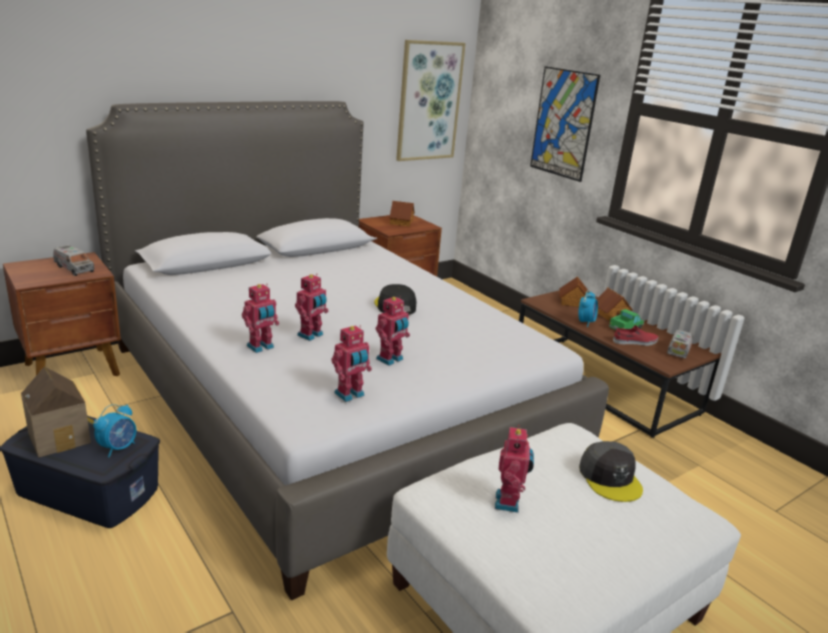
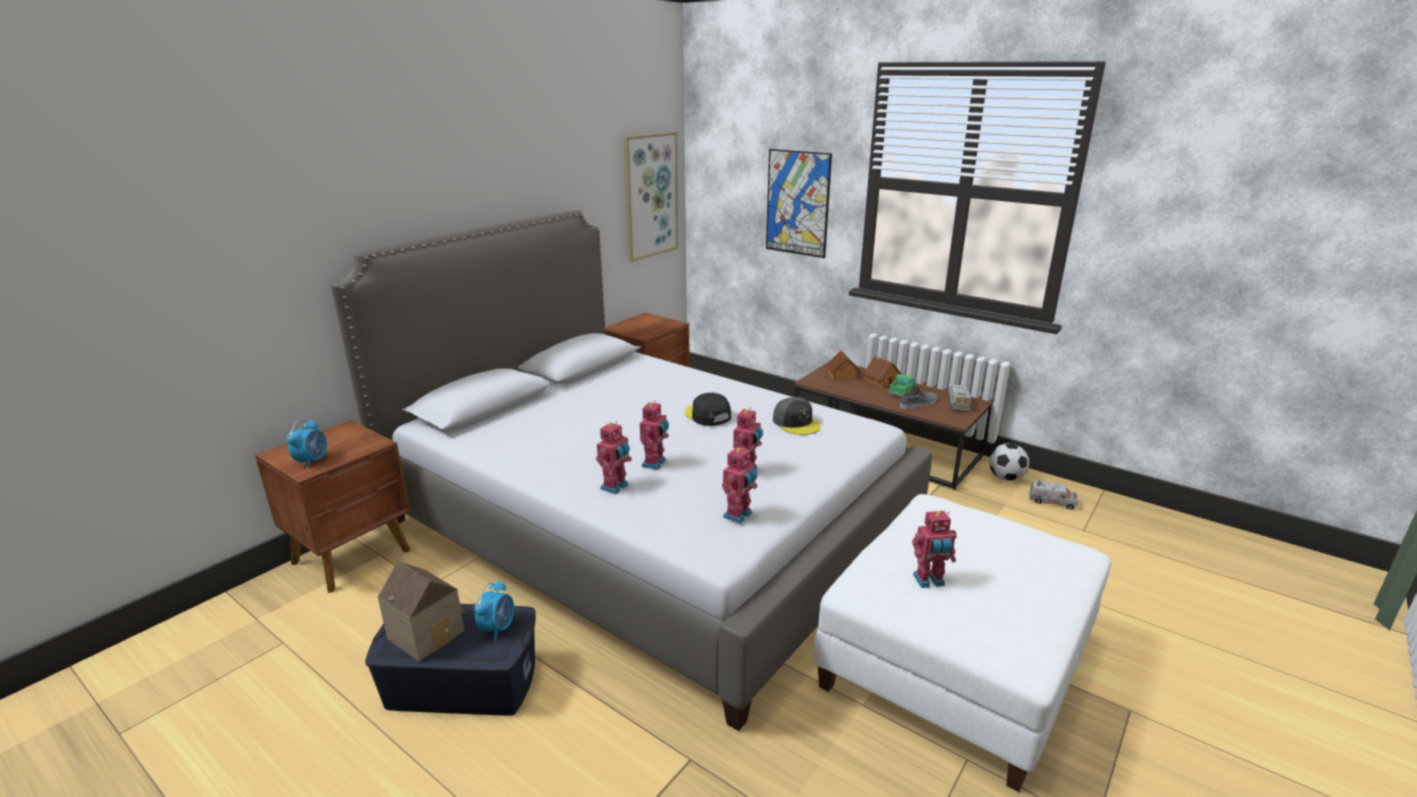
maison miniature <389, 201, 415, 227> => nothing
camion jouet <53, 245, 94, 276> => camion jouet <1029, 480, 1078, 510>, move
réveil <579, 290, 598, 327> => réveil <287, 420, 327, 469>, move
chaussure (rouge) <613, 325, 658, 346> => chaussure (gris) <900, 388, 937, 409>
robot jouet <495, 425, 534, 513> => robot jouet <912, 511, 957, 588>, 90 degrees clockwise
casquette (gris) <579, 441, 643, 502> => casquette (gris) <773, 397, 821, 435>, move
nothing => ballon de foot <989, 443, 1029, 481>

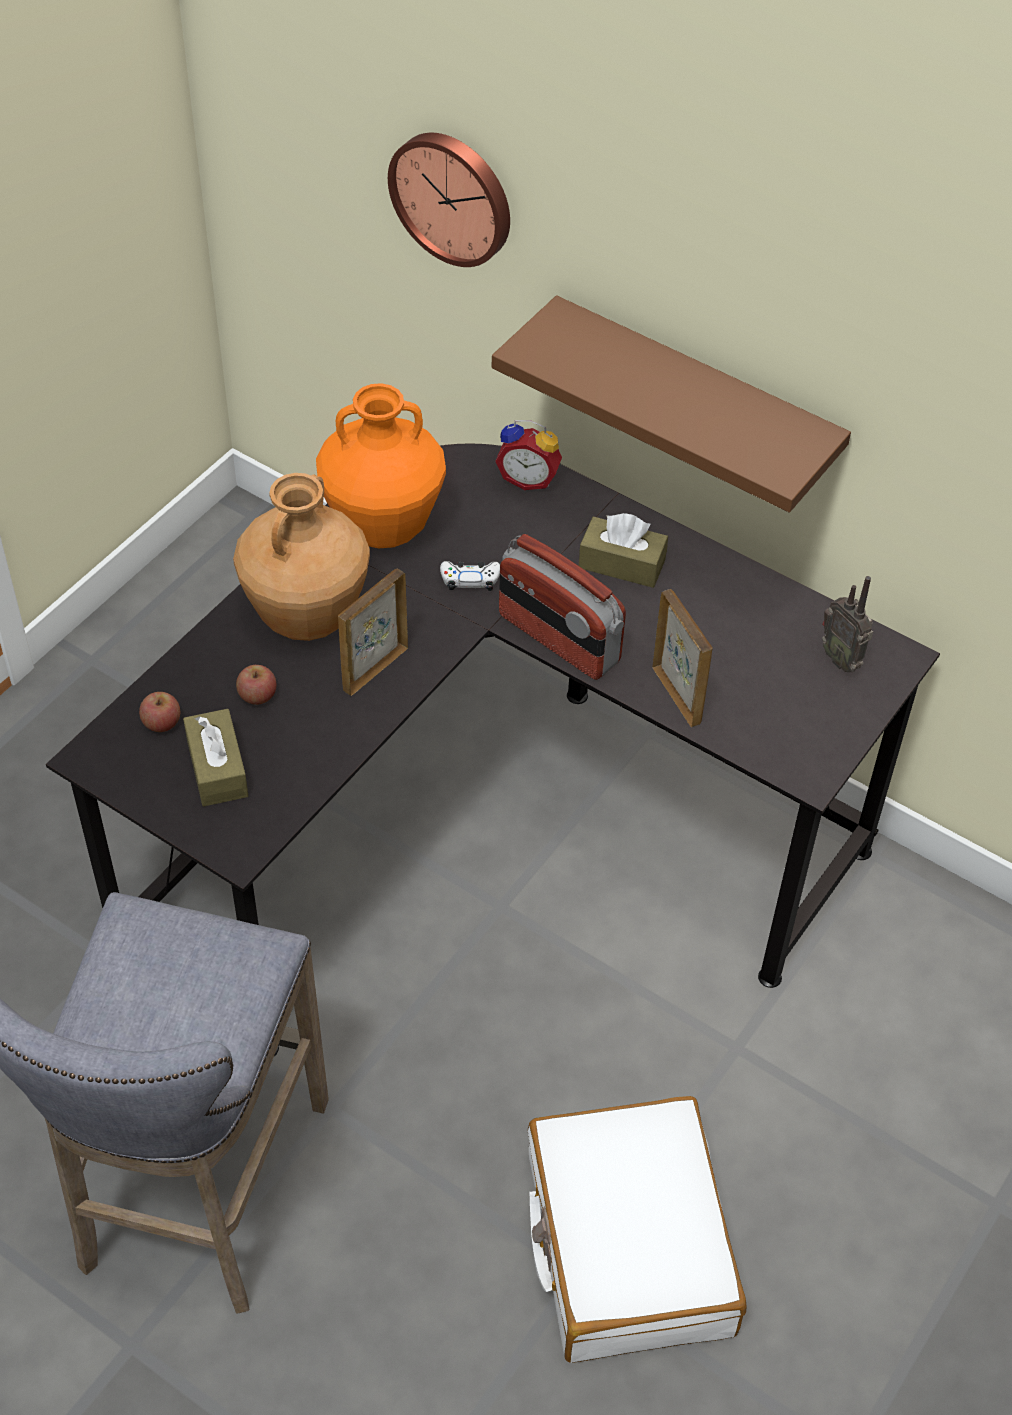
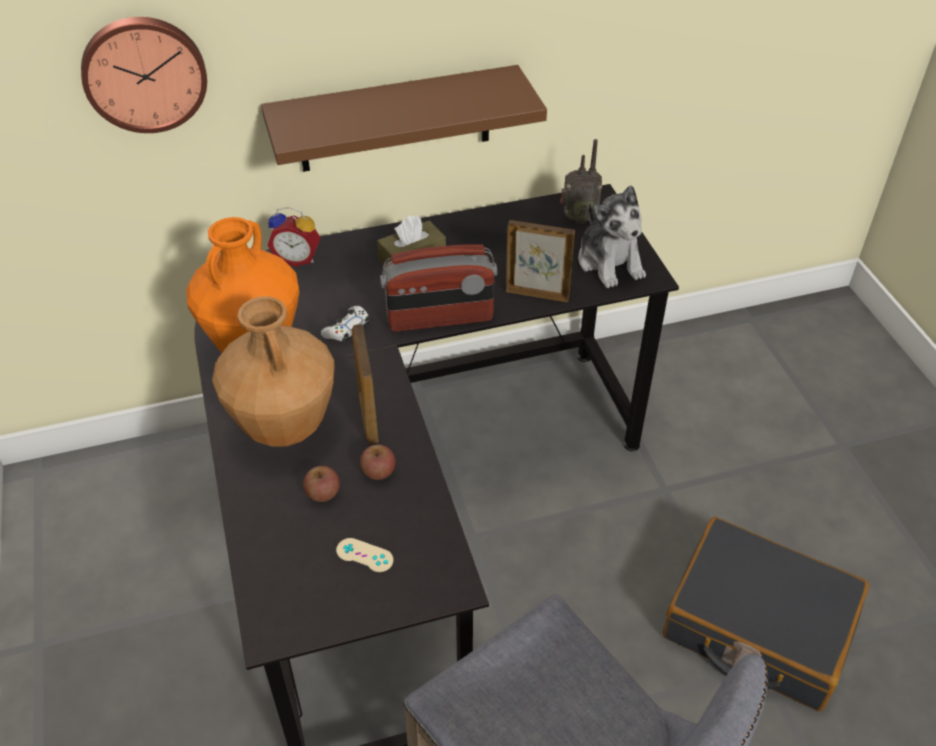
réveil <495, 420, 562, 490> => réveil <267, 207, 321, 267>, 45 degrees clockwise
pomme <139, 692, 180, 732> => pomme <360, 444, 395, 480>, move
boîte à mouchoirs (marron) <183, 709, 248, 807> => manette (beige) <336, 538, 393, 572>
valise (blanc) <528, 1096, 747, 1363> => valise (noir) <663, 517, 869, 711>
nothing => peluche <578, 185, 646, 288>

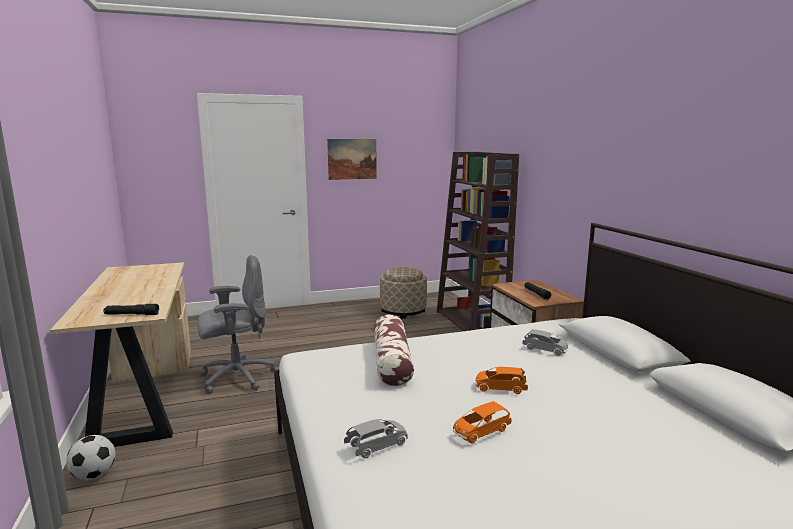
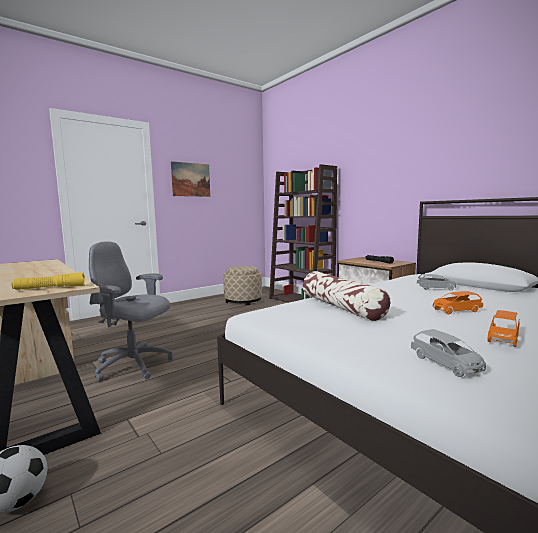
chaise de bureau (gris) <198, 255, 275, 394> => chaise de bureau (gris) <89, 241, 173, 382>, 120 degrees counterclockwise
lampe de poche (noir) <103, 304, 159, 315> => lampe de poche (jaune) <11, 272, 85, 290>
petite voiture (gris) <344, 419, 408, 458> => petite voiture (gris) <411, 329, 486, 377>, 120 degrees clockwise

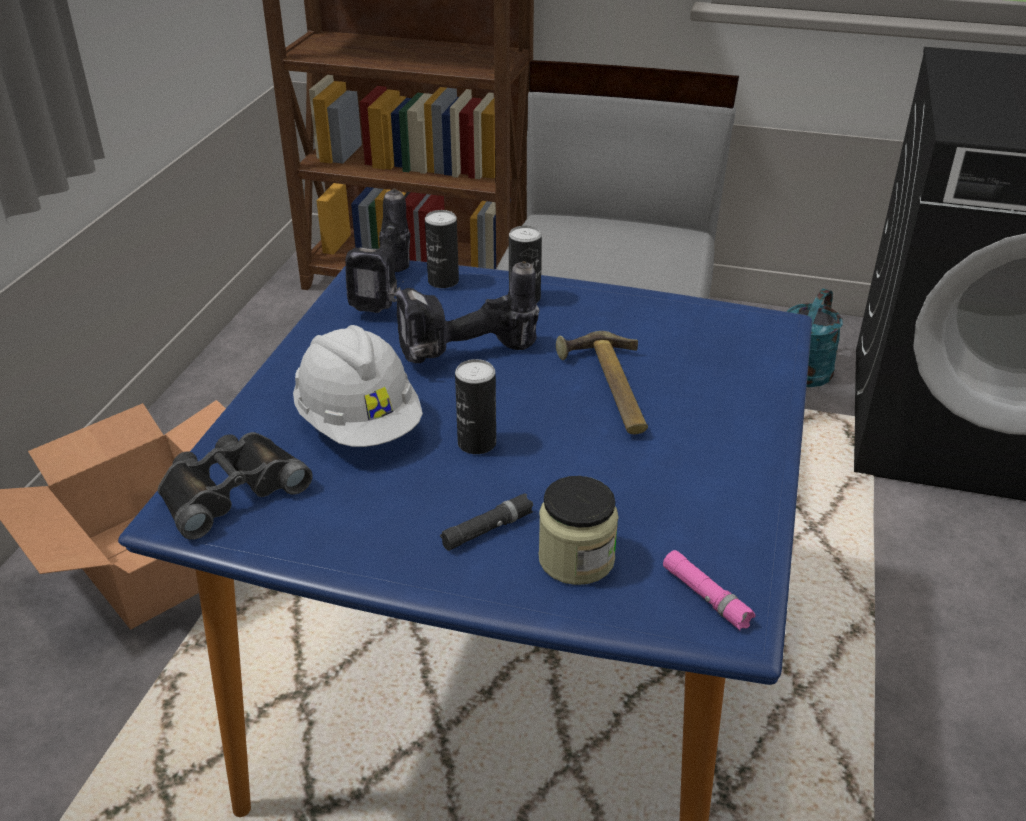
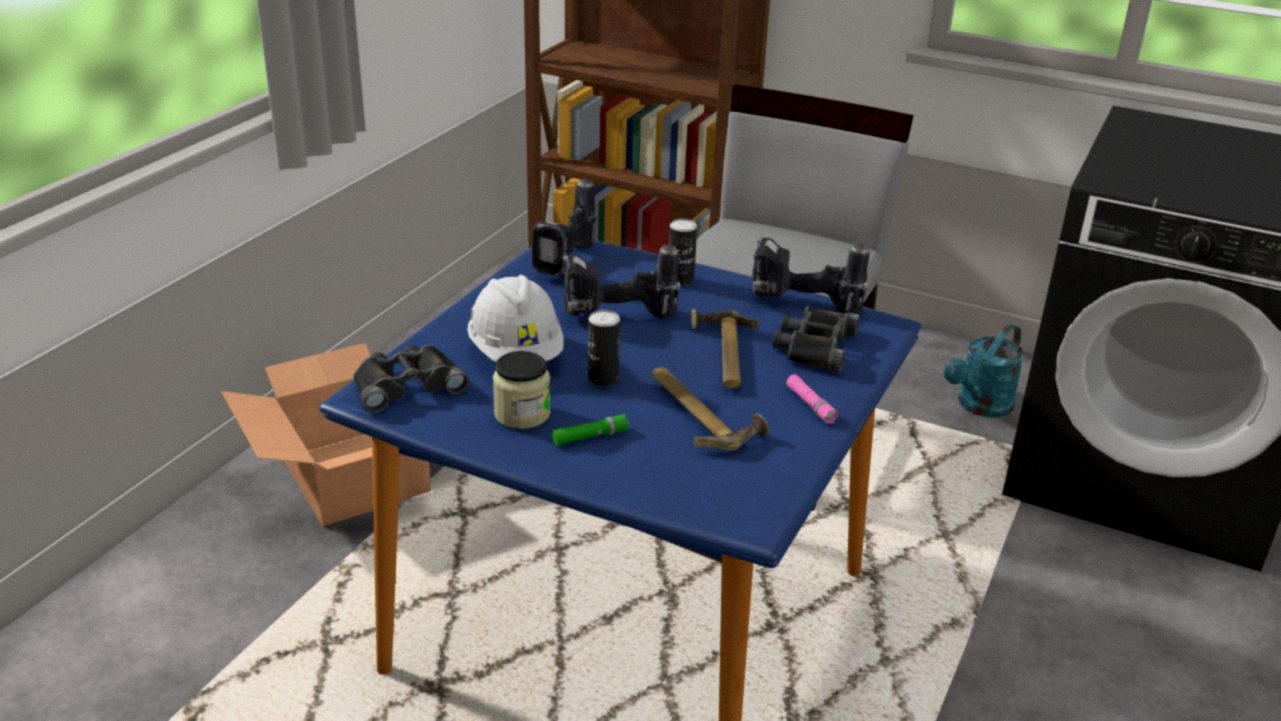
boîte métallique <425, 210, 459, 288> => nothing
bocal <538, 476, 619, 585> => bocal <493, 351, 550, 429>, move
lampe de poche (noir) <440, 494, 533, 551> => lampe de poche (vert) <552, 414, 629, 446>
lampe de poche (rose) <663, 550, 756, 631> => lampe de poche (rose) <786, 374, 839, 424>, move
nothing => perceuse <751, 237, 869, 314>
nothing => jumelles (noir) <773, 306, 860, 373>
nothing => marteau <652, 367, 769, 451>

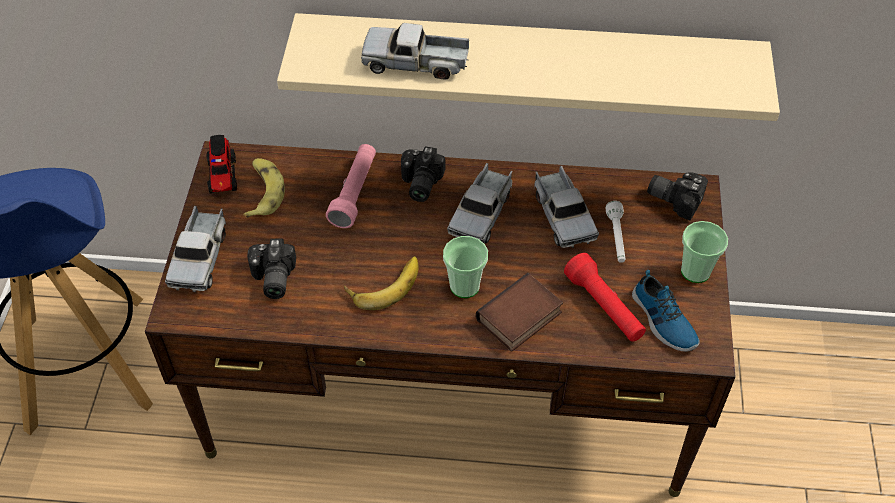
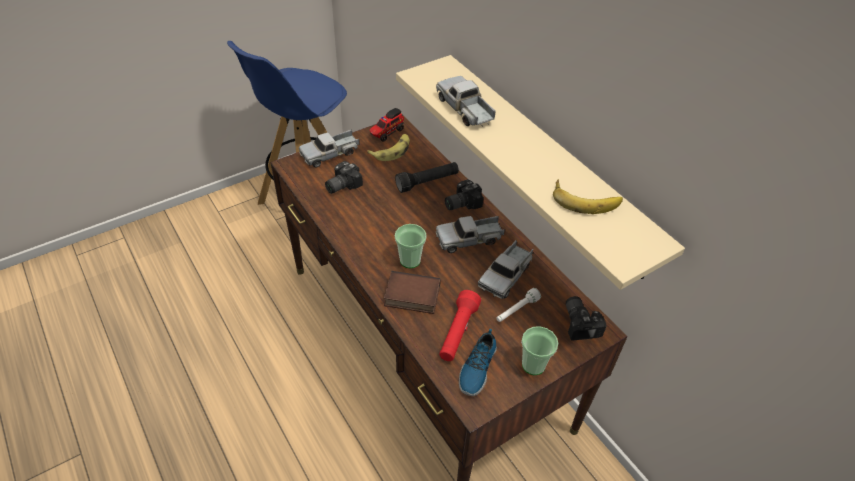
lampe de poche (rose) <326, 144, 376, 228> => lampe de poche (noir) <395, 162, 459, 193>
banane <344, 256, 419, 310> => banane <553, 179, 623, 214>, move

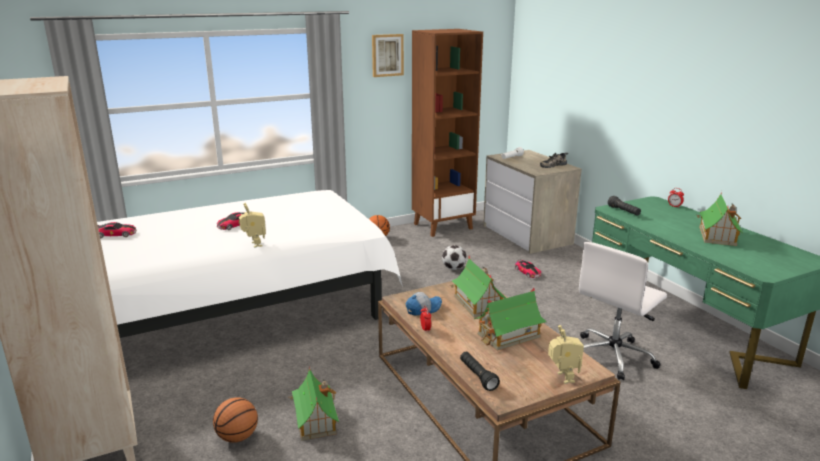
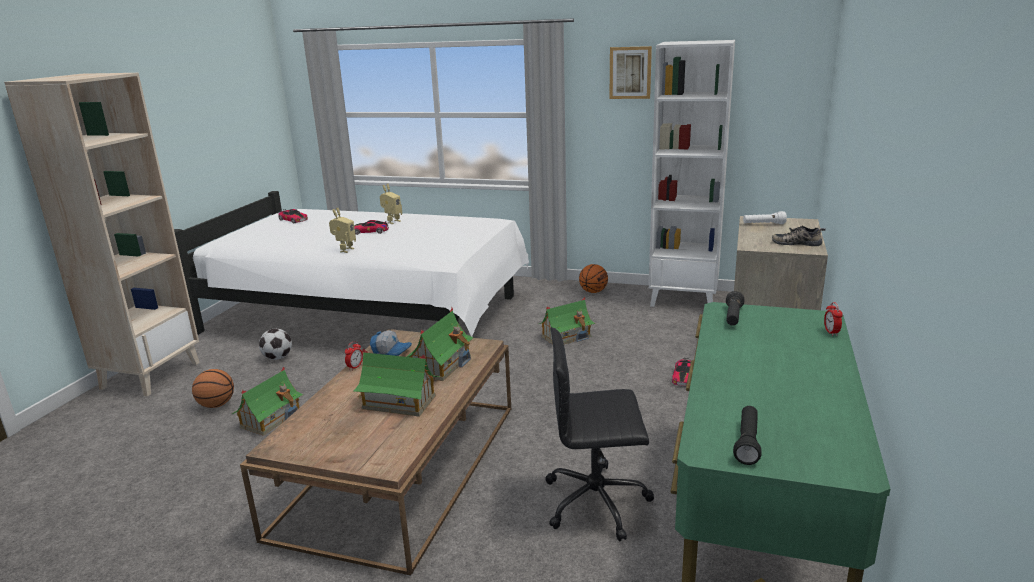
bibliothèque (marron) <412, 29, 483, 237> => bibliothèque (blanc) <649, 40, 735, 307>
maison miniature <697, 191, 743, 246> => maison miniature <539, 297, 595, 344>, move
chaise de bureau (blanc) <579, 242, 667, 380> => chaise de bureau (noir) <545, 327, 654, 541>
ballon de foot <442, 245, 467, 270> => ballon de foot <259, 329, 292, 360>, move
robot jouet <548, 325, 584, 384> => robot jouet <380, 184, 402, 224>, move
lampe de poche (noir) <460, 352, 500, 391> => lampe de poche (noir) <733, 406, 762, 465>, move

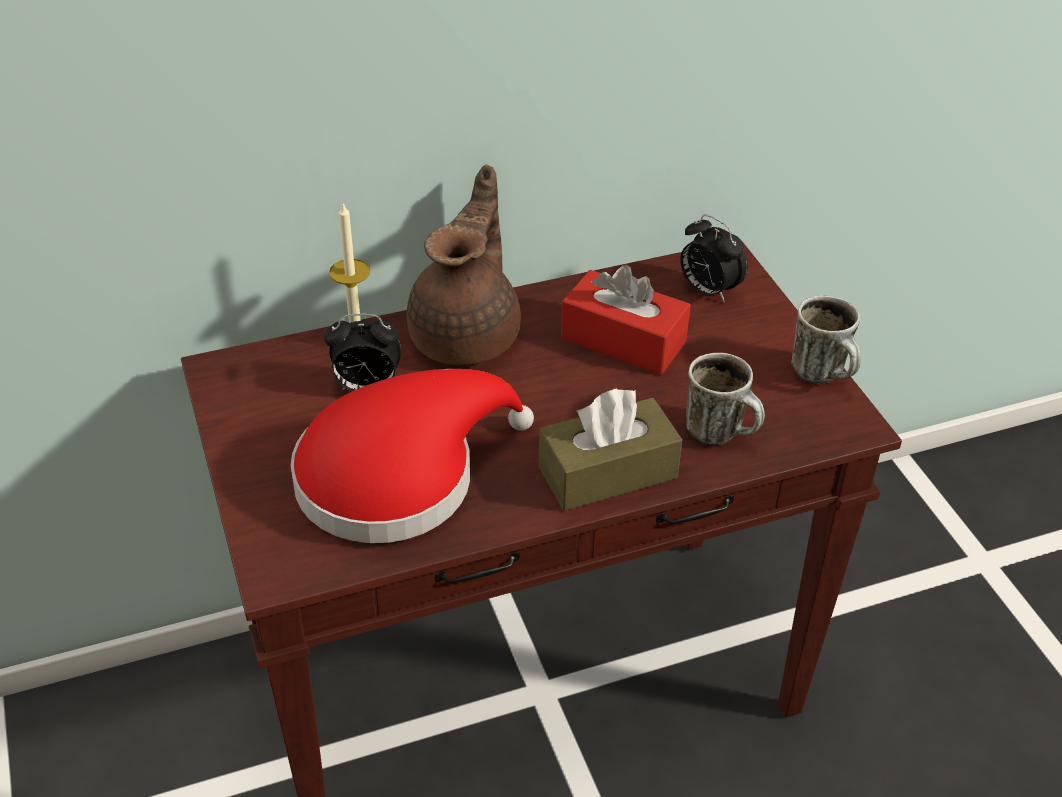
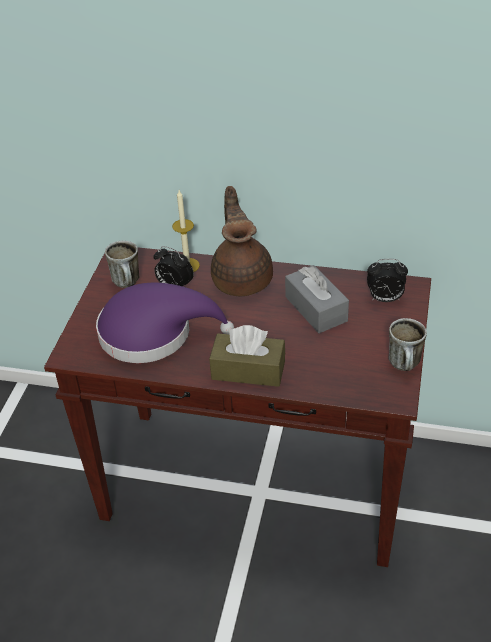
théière (marron) <407, 165, 521, 365> => théière (marron) <211, 186, 273, 296>, 60 degrees counterclockwise
réveil <680, 214, 747, 303> => réveil <367, 259, 408, 302>, 75 degrees counterclockwise
boîte à mouchoirs (rouge) <561, 265, 691, 375> => boîte à mouchoirs (gris) <285, 265, 349, 333>
mug <685, 353, 765, 445> => mug <105, 241, 139, 288>, move
chapeau (rouge) <291, 369, 534, 543> => chapeau (violet) <96, 283, 234, 363>

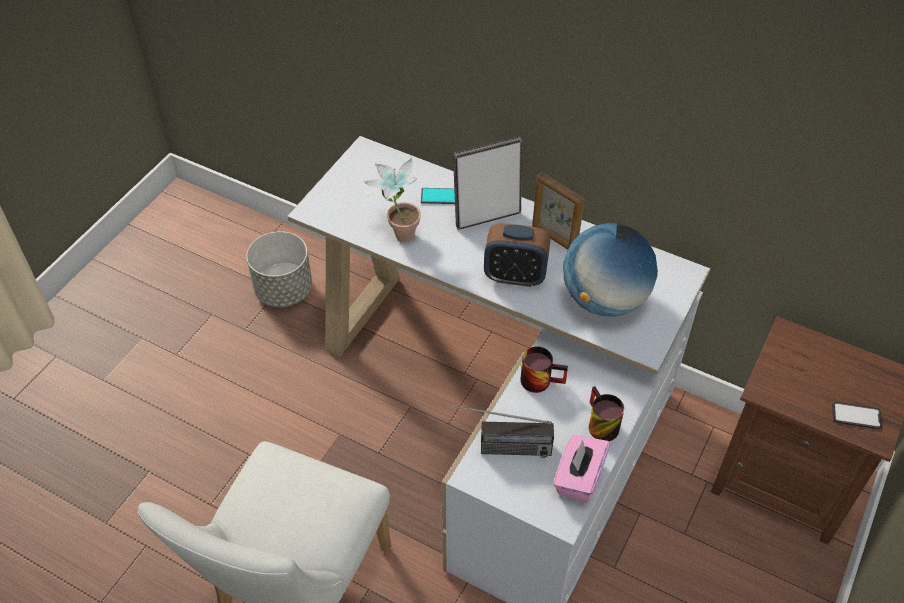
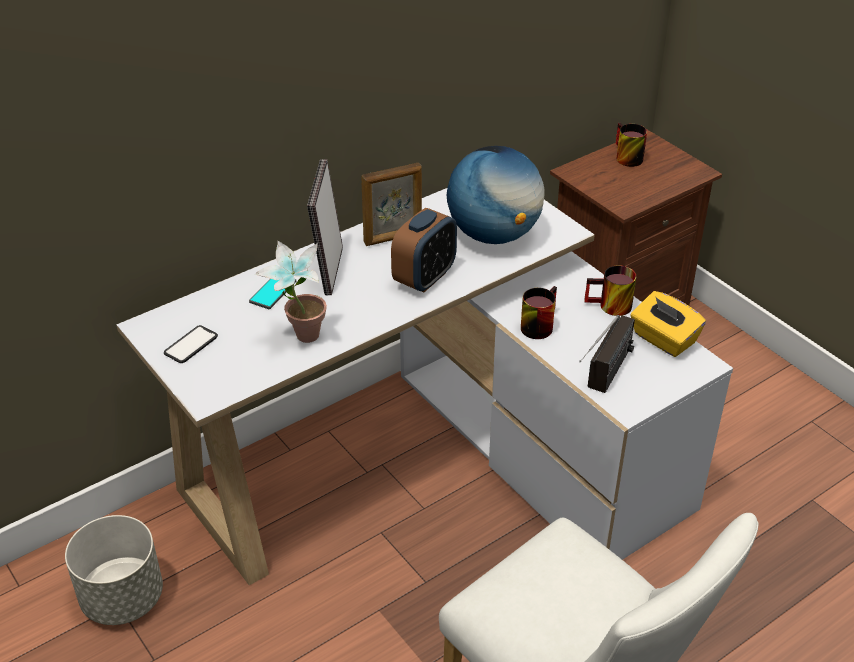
téléphone <832, 402, 882, 429> => téléphone <164, 325, 218, 363>, move
boîte à mouchoirs (rose) <554, 435, 610, 503> => boîte à mouchoirs (jaune) <630, 291, 706, 357>
nothing => mug <616, 123, 647, 167>

